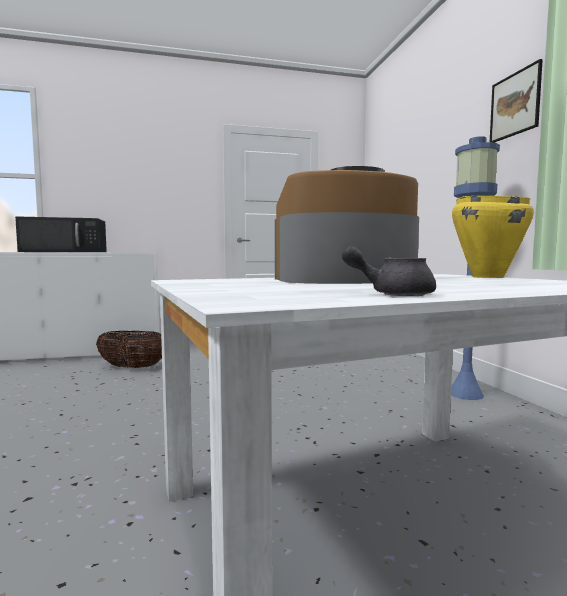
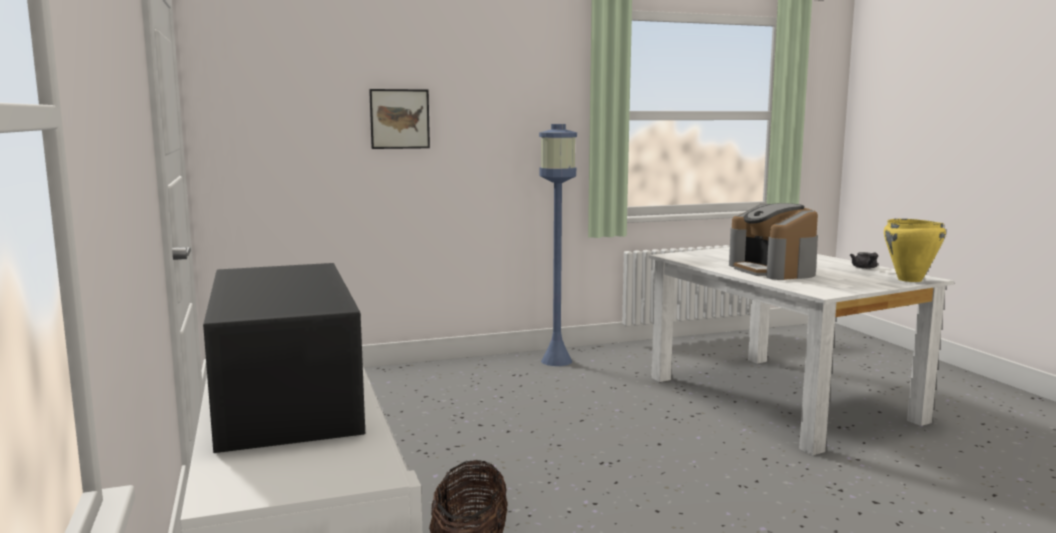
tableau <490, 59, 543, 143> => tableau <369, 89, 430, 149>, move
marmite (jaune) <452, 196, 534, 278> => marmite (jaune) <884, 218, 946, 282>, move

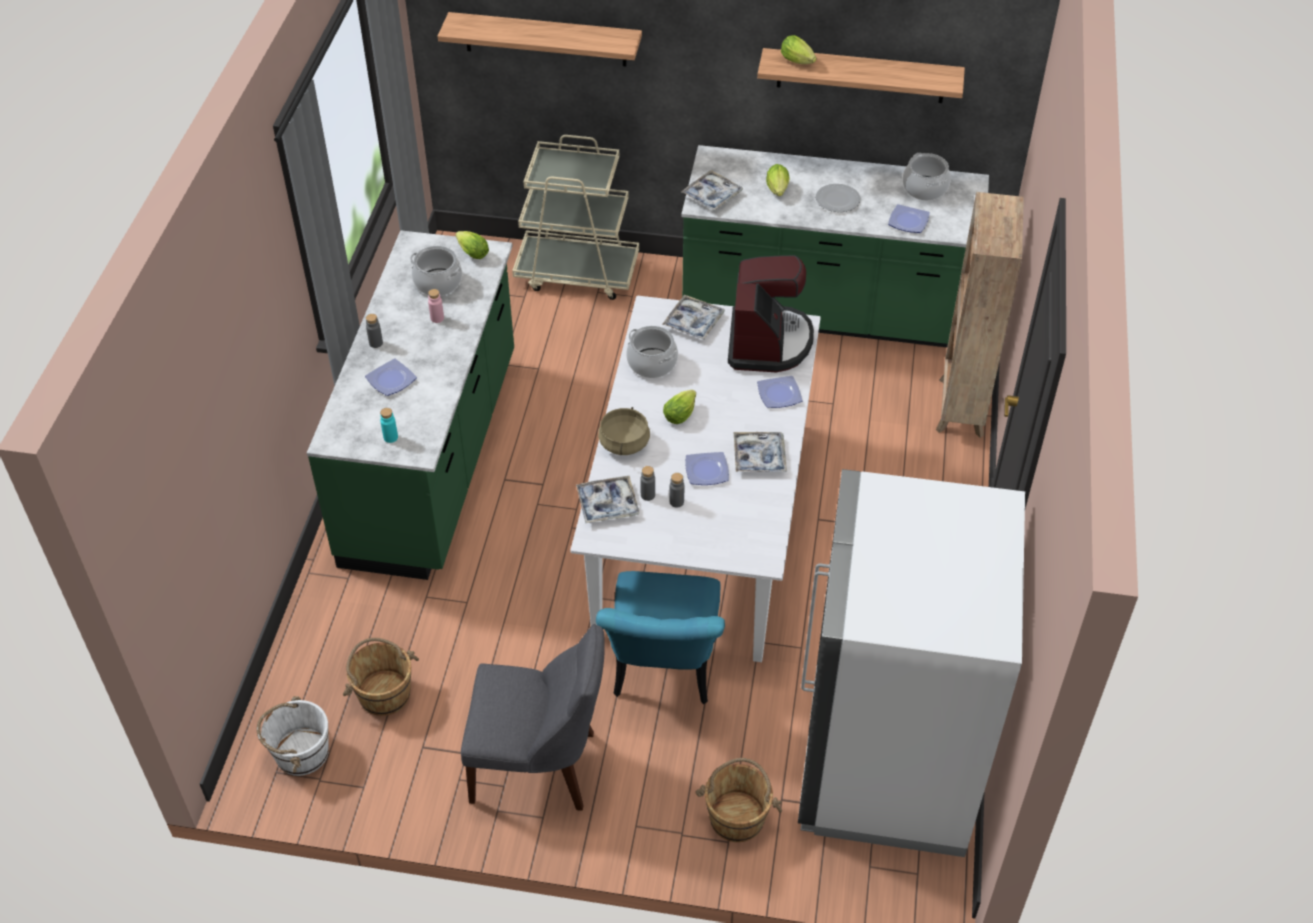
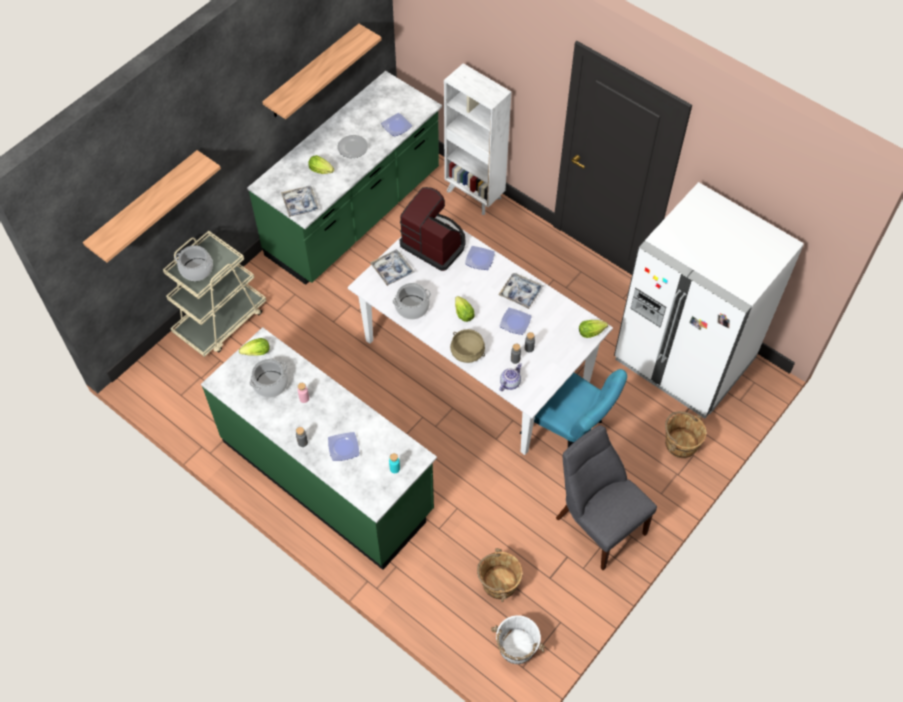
laitue <781, 35, 816, 64> => laitue <579, 320, 608, 338>, move
marmite <903, 153, 951, 201> => marmite <175, 245, 213, 281>, move
bibliothèque (marron) <936, 192, 1024, 438> => bibliothèque (blanc) <444, 63, 511, 215>
plateau <576, 476, 640, 523> => théière <499, 363, 522, 391>
chaise (gris) <461, 624, 605, 811> => chaise (gris) <556, 425, 657, 570>, 75 degrees counterclockwise

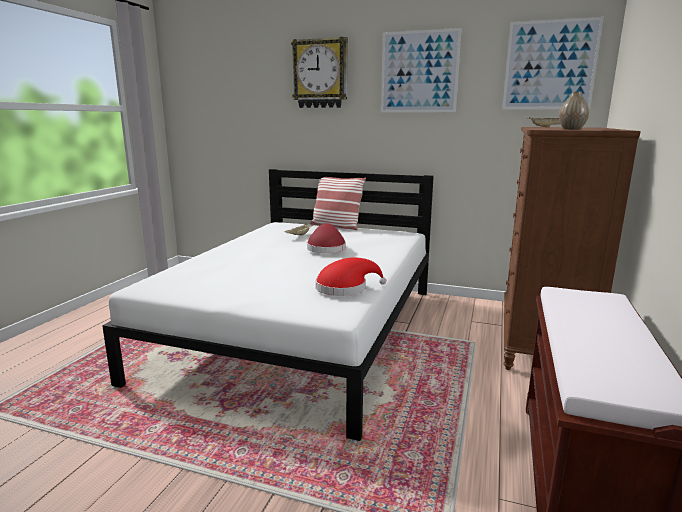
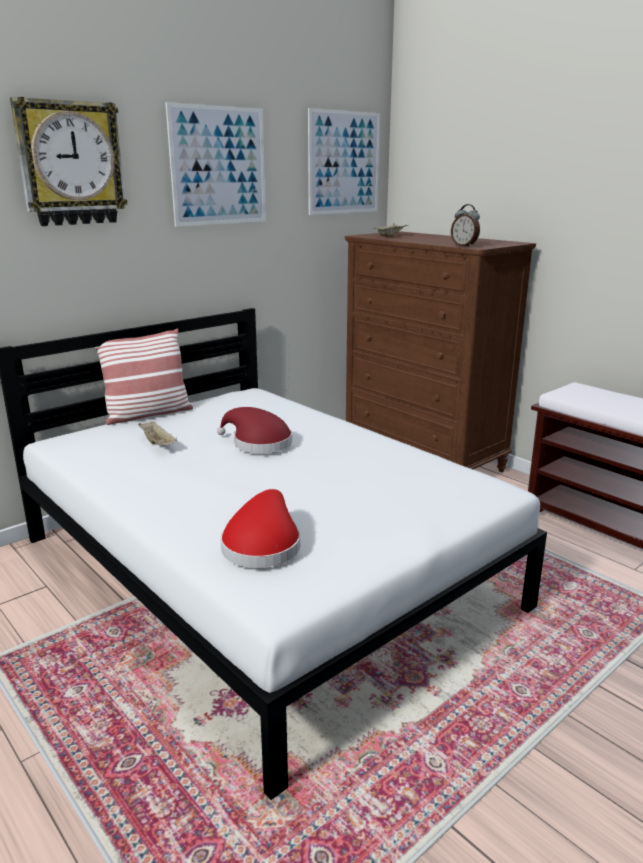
vase <559, 92, 589, 130> => nothing
chapeau (rouge) <316, 257, 386, 296> => chapeau (rouge) <220, 489, 300, 568>, move
nothing => réveil <451, 204, 480, 247>

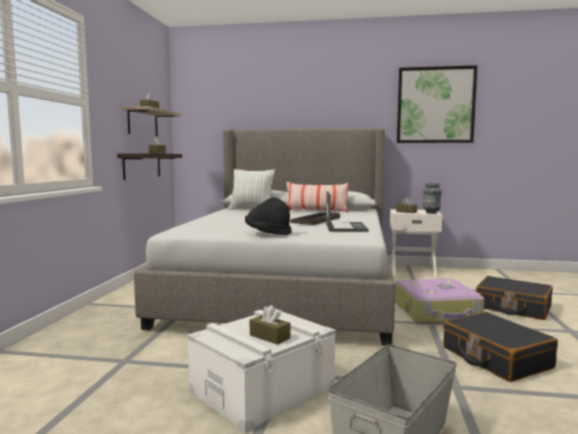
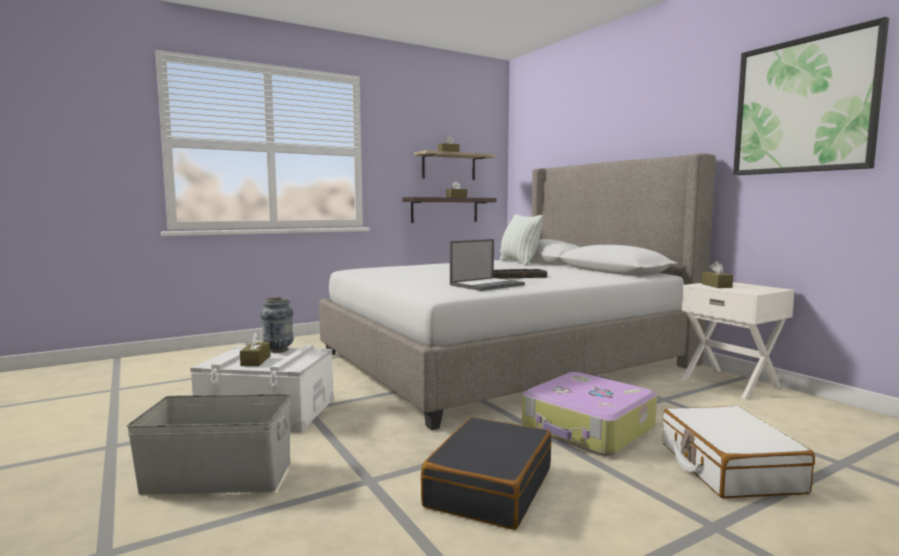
coussin <287, 182, 349, 213> => nothing
vase <423, 183, 442, 214> => vase <261, 297, 293, 353>, move
chapeau (noir) <245, 197, 292, 235> => nothing
valise (noir) <476, 276, 553, 320> => valise (blanc) <662, 406, 815, 498>

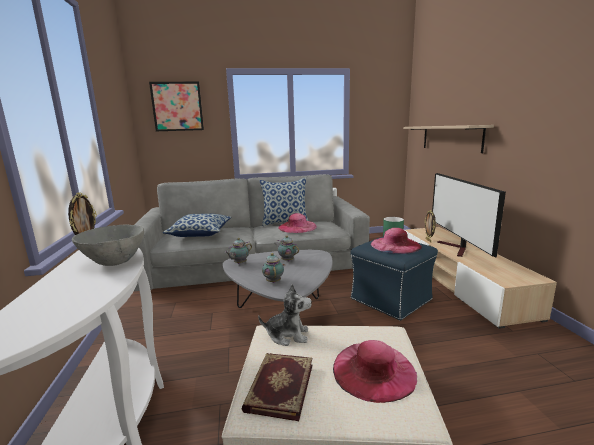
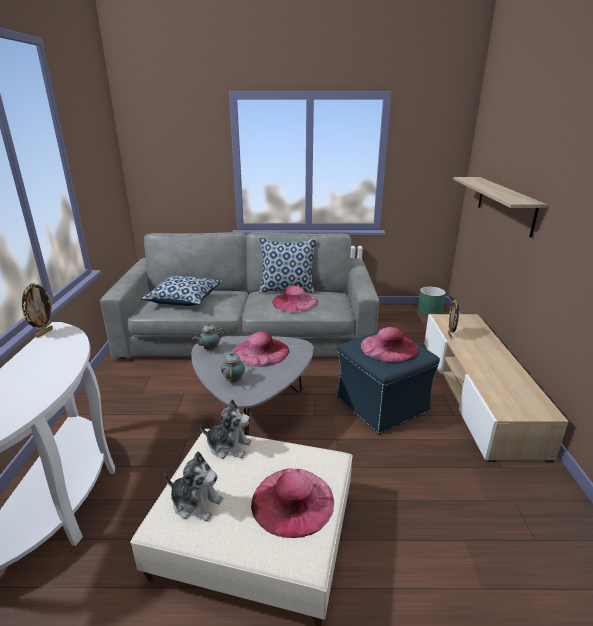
tableau <149, 82, 204, 131> => nothing
téléviseur <432, 173, 506, 258> => nothing
bol (gris) <72, 225, 144, 266> => nothing
théière <275, 235, 299, 261> => chapeau (rose) <234, 331, 289, 367>
livre <242, 353, 313, 421> => peluche <164, 451, 223, 521>

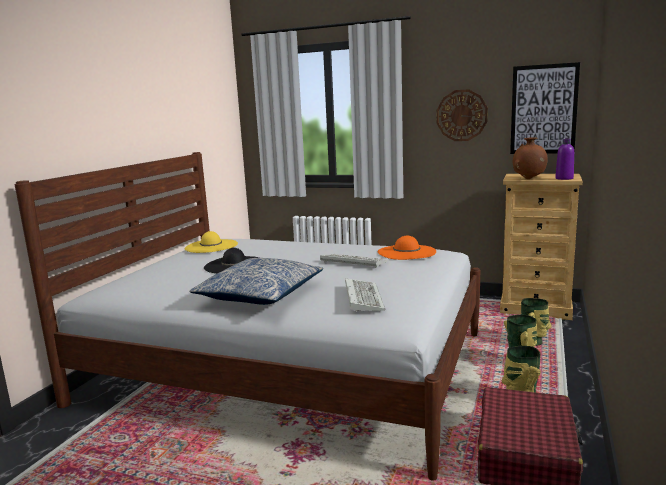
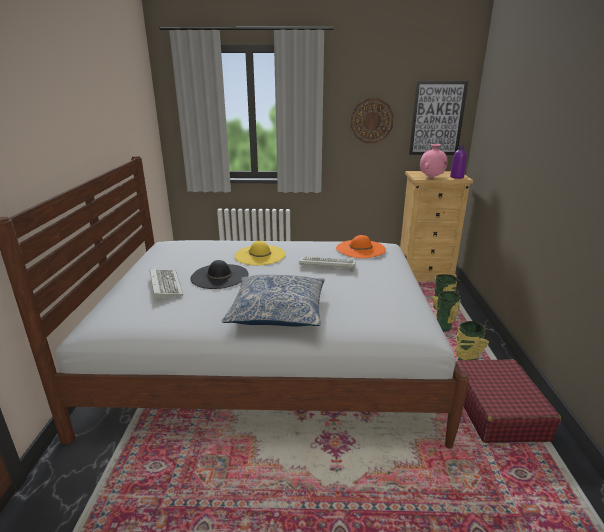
vase (marron) <512, 137, 547, 179> => vase (rose) <420, 144, 447, 178>
chapeau (jaune) <185, 231, 238, 253> => chapeau (jaune) <235, 241, 286, 265>, move
clavier <345, 278, 385, 312> => clavier <150, 269, 183, 299>, move

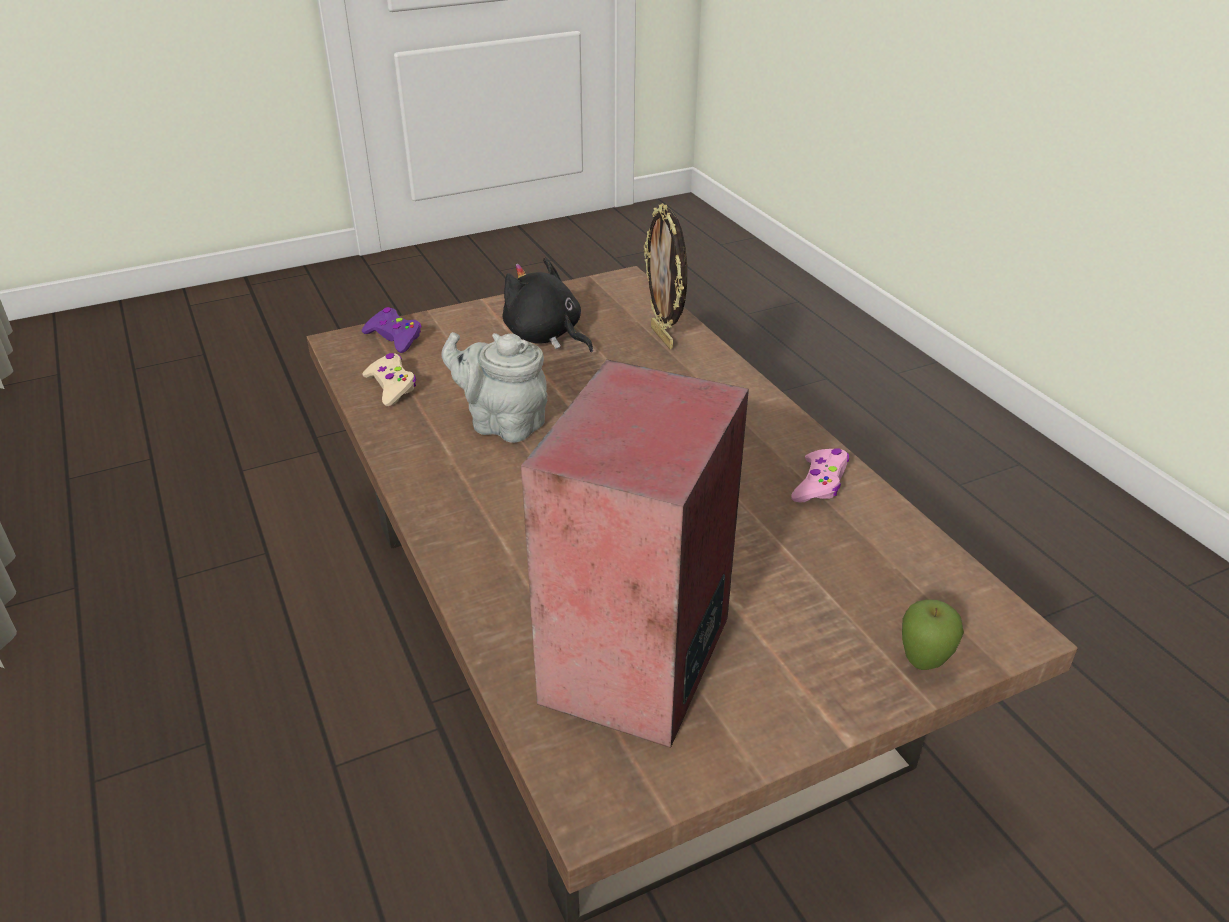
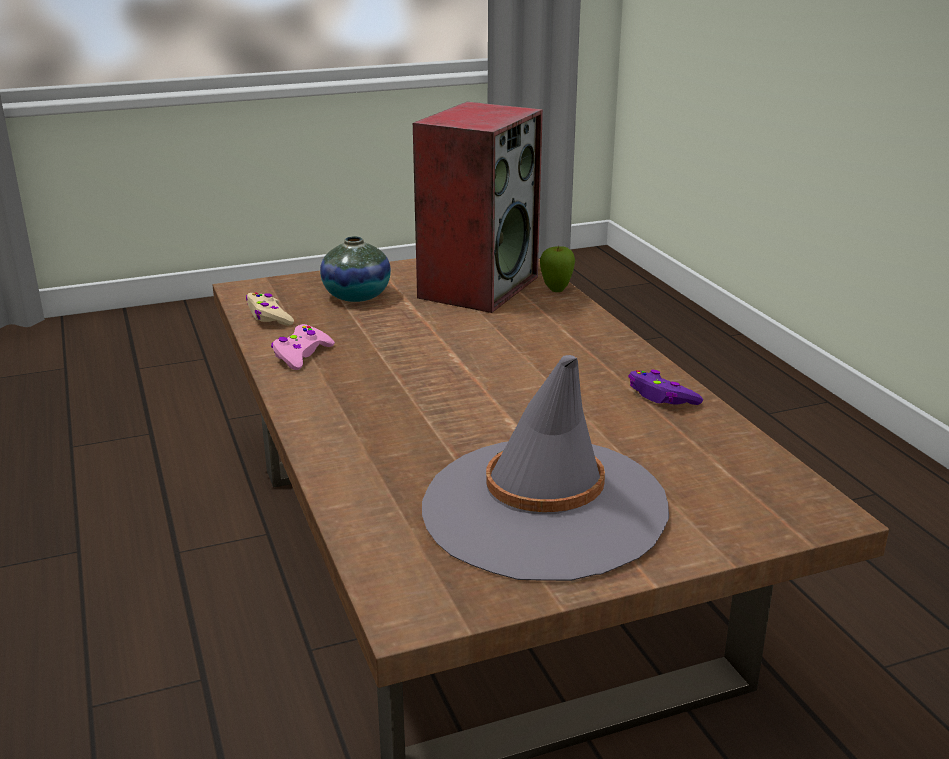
cadre photo <644, 203, 687, 349> => nothing
peluche (noir) <502, 257, 593, 352> => chapeau (gris) <422, 355, 669, 581>
manette (violet) <362, 307, 422, 353> => manette (violet) <628, 370, 703, 405>, move
théière (gris) <442, 332, 547, 443> => nothing
manette (beige) <362, 353, 416, 406> => manette (beige) <246, 292, 294, 326>, move
pomme <902, 600, 964, 670> => pomme <540, 246, 575, 292>, move
nothing => vase <320, 236, 391, 302>

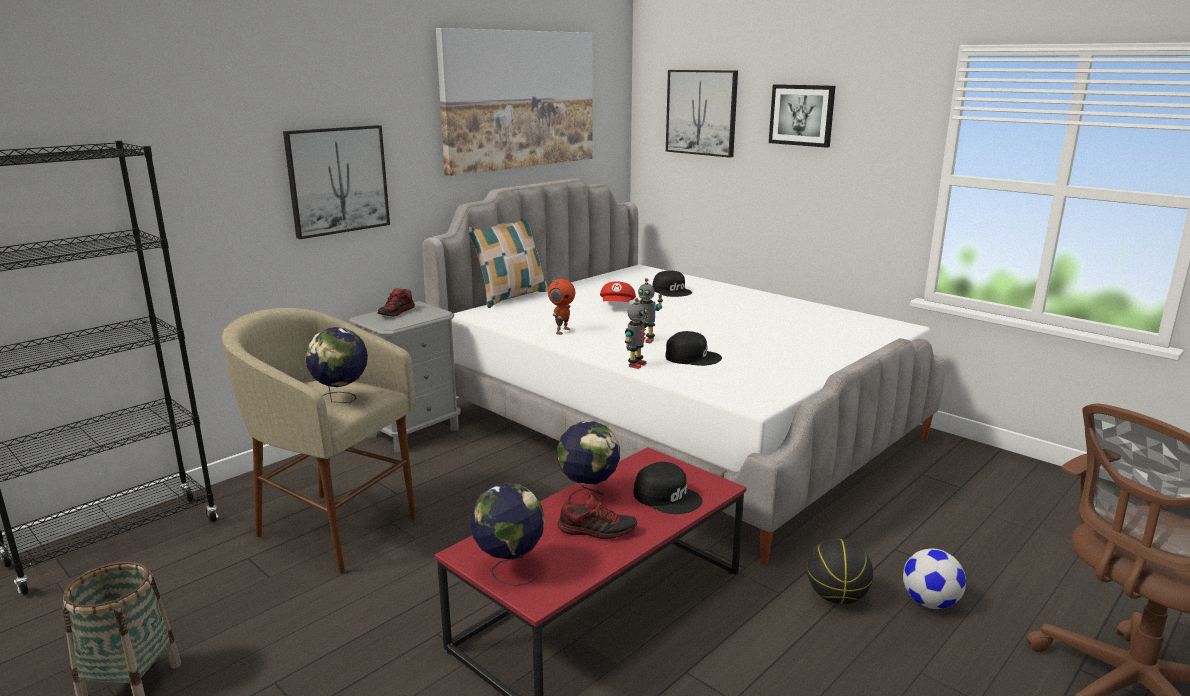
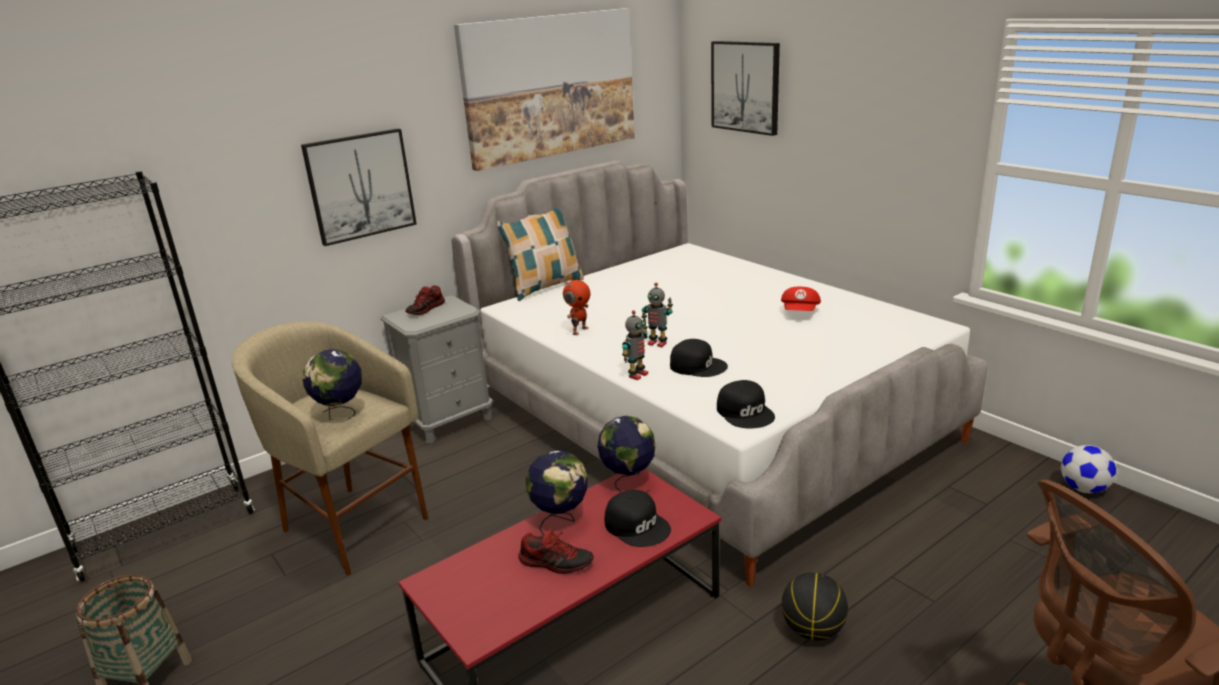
tableau <769, 84, 835, 148> => nothing
casquette (noir) <652, 270, 692, 297> => casquette (noir) <717, 380, 775, 429>, move
casquette (rouge) <600, 281, 636, 302> => casquette (rouge) <781, 287, 821, 311>, move
globe <470, 483, 545, 586> => globe <597, 416, 656, 493>, move
ballon de foot <903, 549, 966, 609> => ballon de foot <1061, 445, 1116, 493>, move

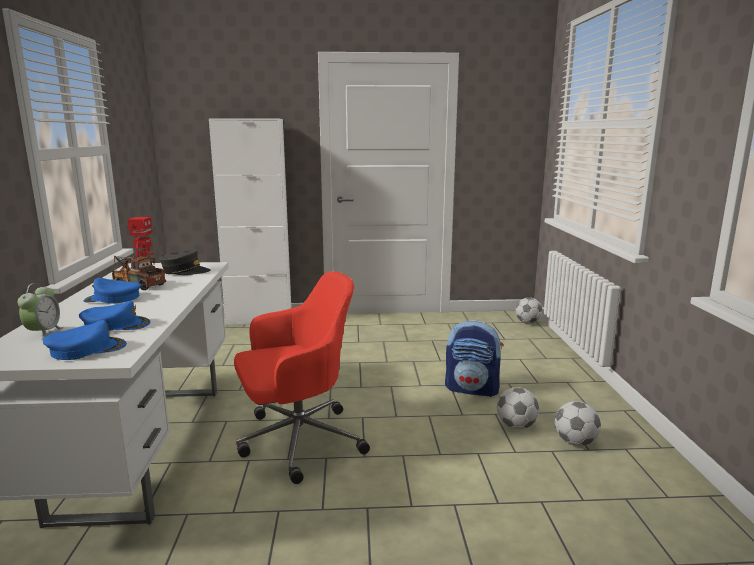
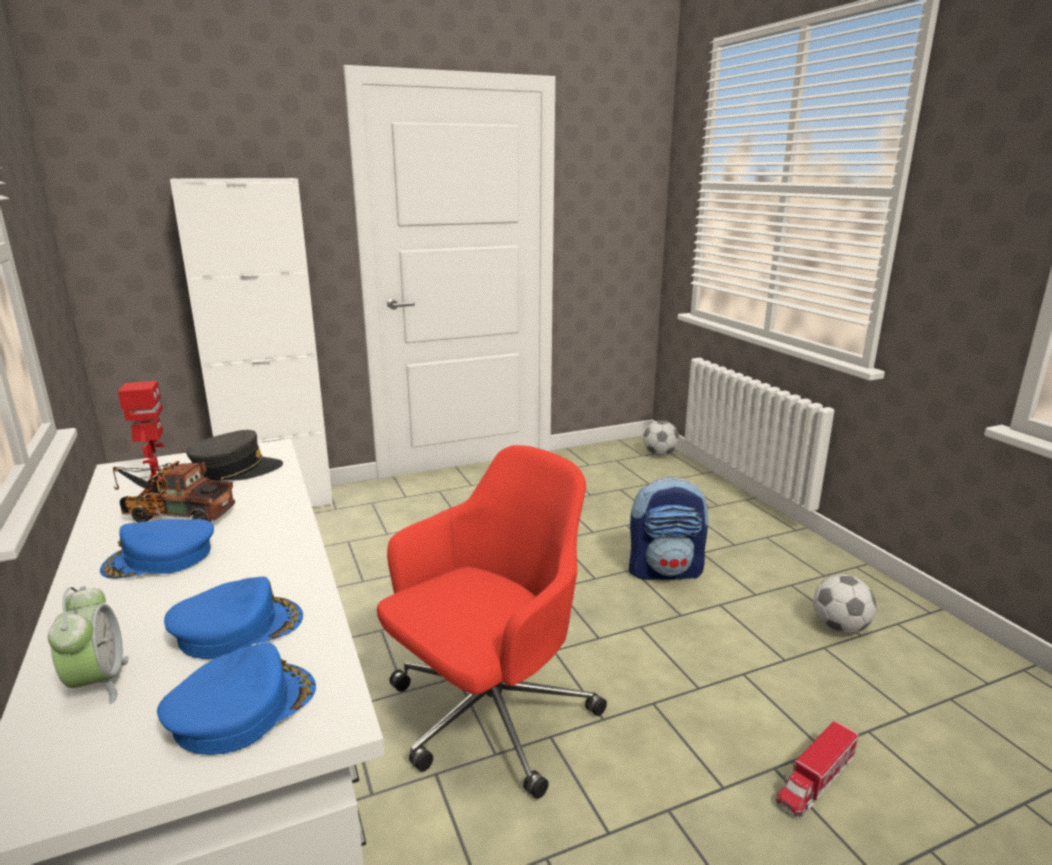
ballon de foot <497, 387, 539, 429> => nothing
nothing => camion jouet <776, 721, 858, 817>

